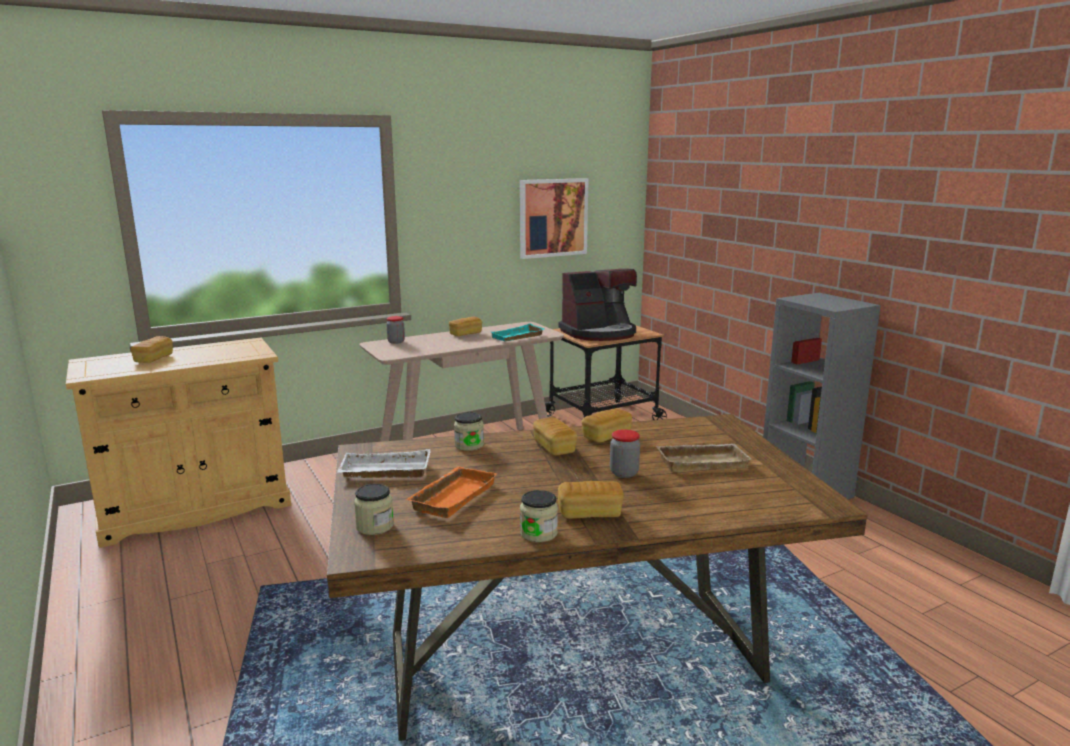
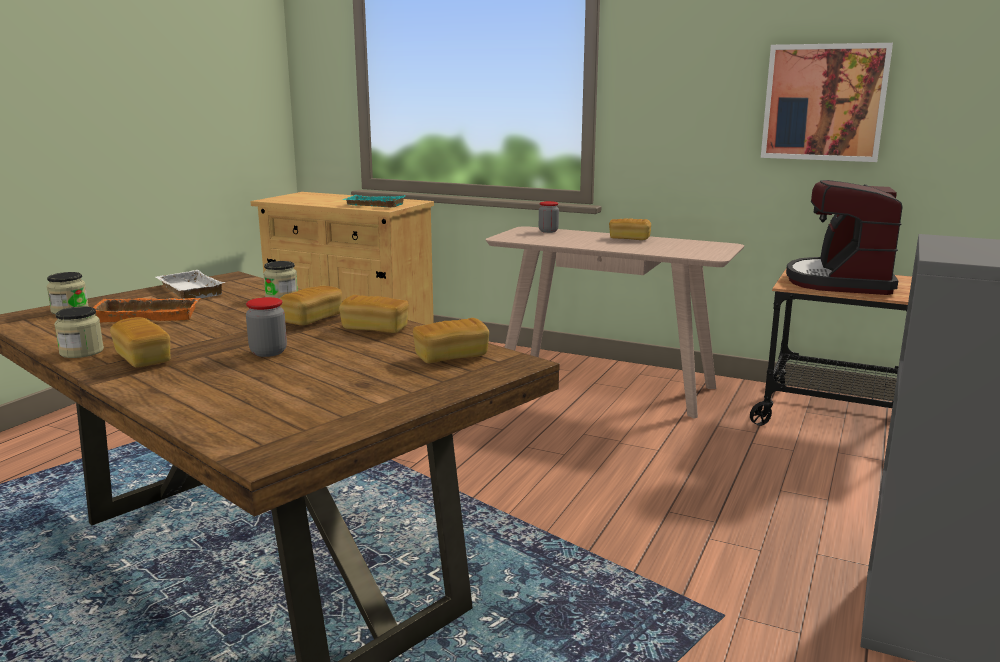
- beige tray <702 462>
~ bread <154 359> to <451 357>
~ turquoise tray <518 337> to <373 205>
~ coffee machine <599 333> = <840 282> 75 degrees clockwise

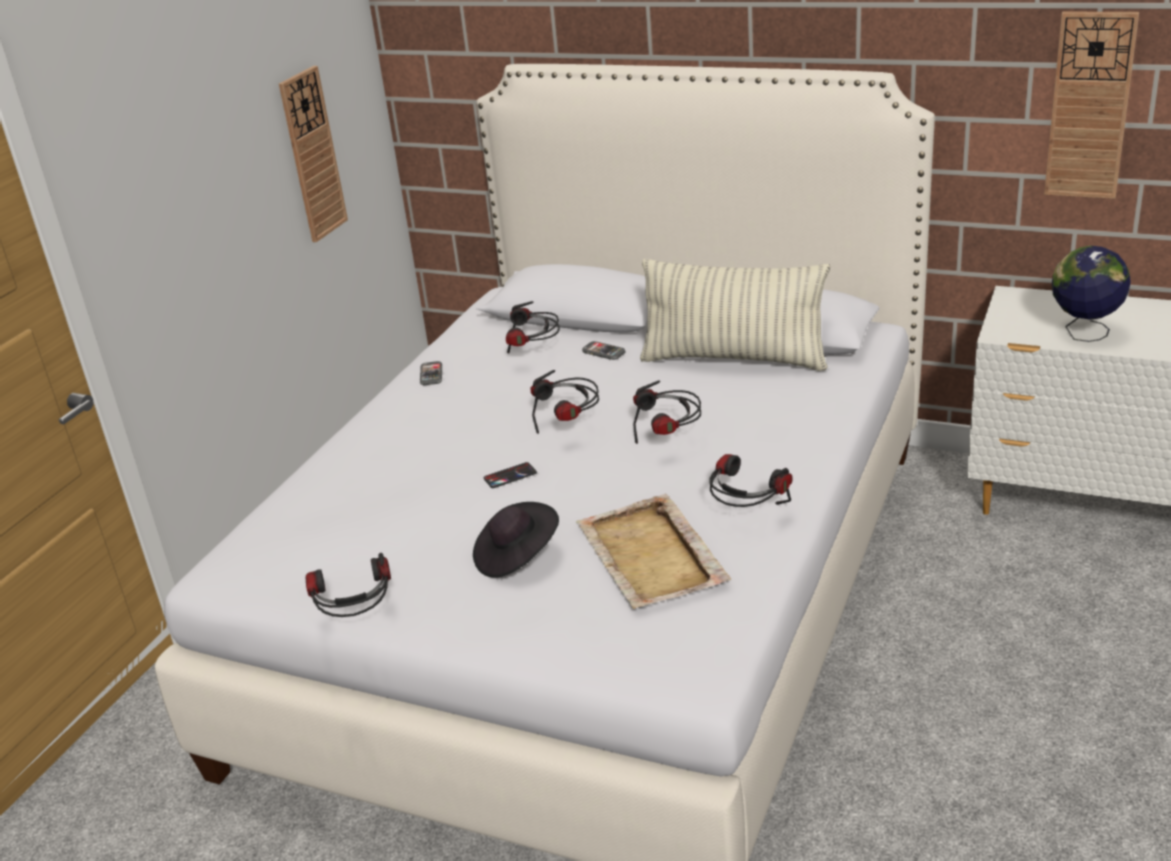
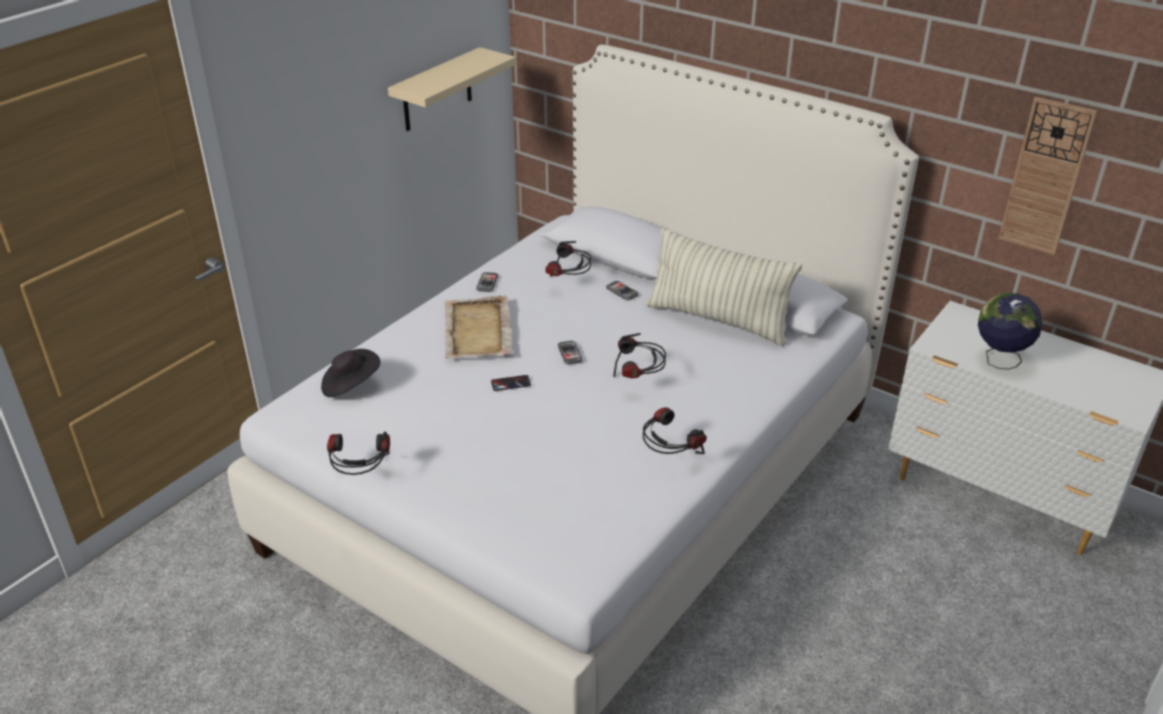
~ black hat <516 557> to <350 385>
~ beige tray <651 557> to <477 331>
~ wall clock <312 155> to beige shelf <437 90>
~ headphones <570 429> to phone <570 353>

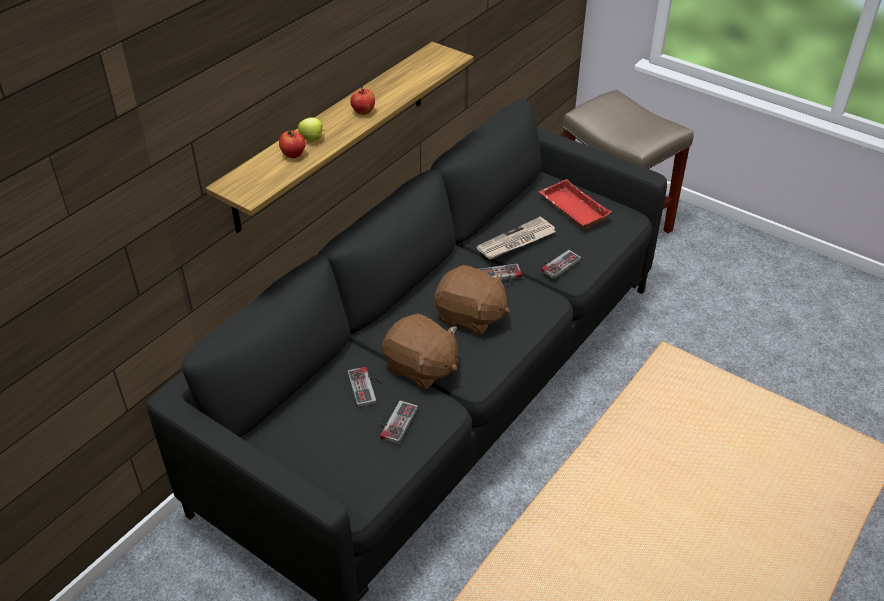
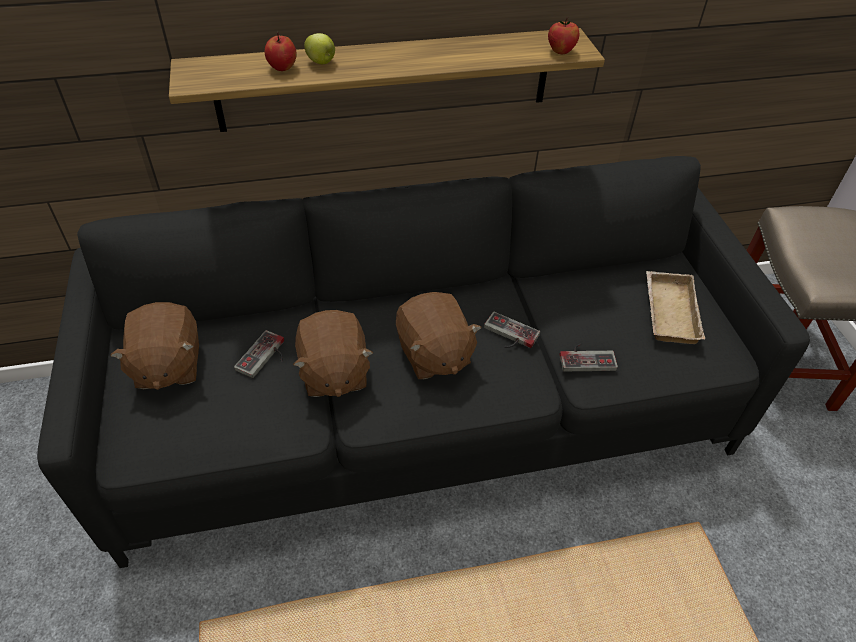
- game controller <393 421>
- newspaper <516 241>
+ brown plush toy <167 365>
~ apple <363 112> to <560 51>
~ red tray <571 209> to beige tray <667 311>

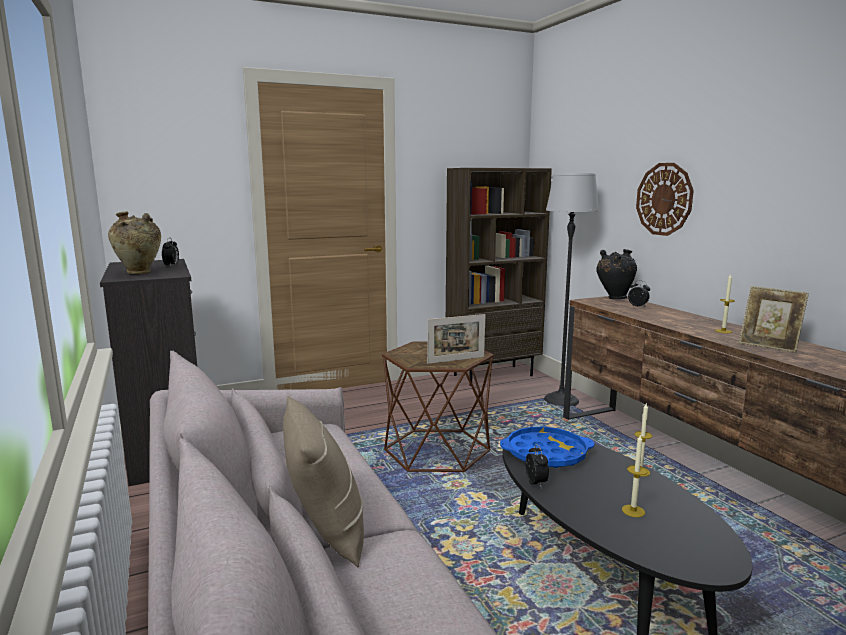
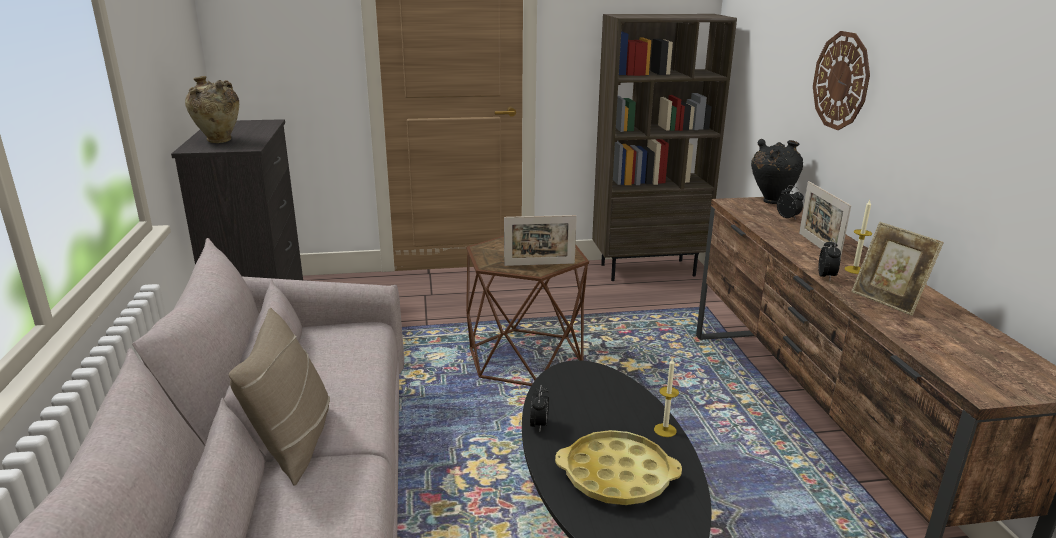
- blue tray <546 454>
- floor lamp <561 400>
+ picture frame <818 247>
~ alarm clock <171 265> to <826 277>
~ candle <633 511> to yellow tray <617 475>

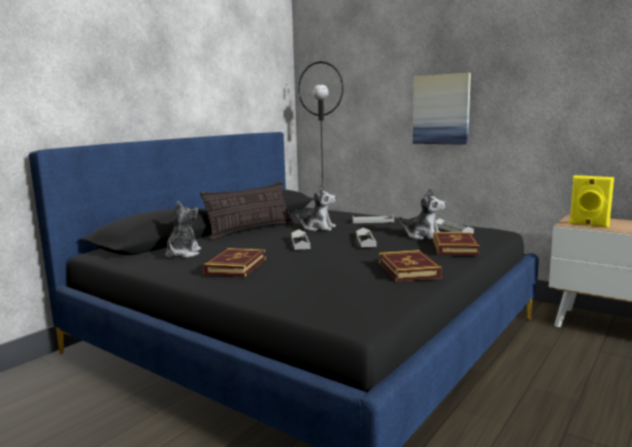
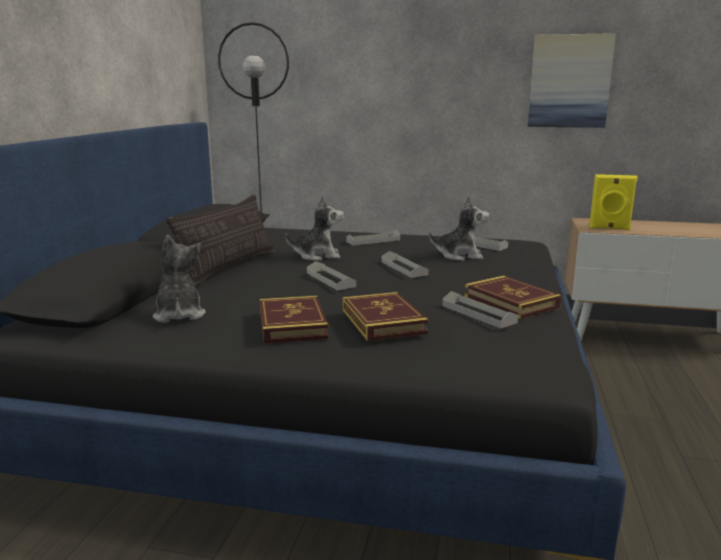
+ grey tray <478 314>
~ picture <441 109> to <569 81>
~ book <455 247> to <383 321>

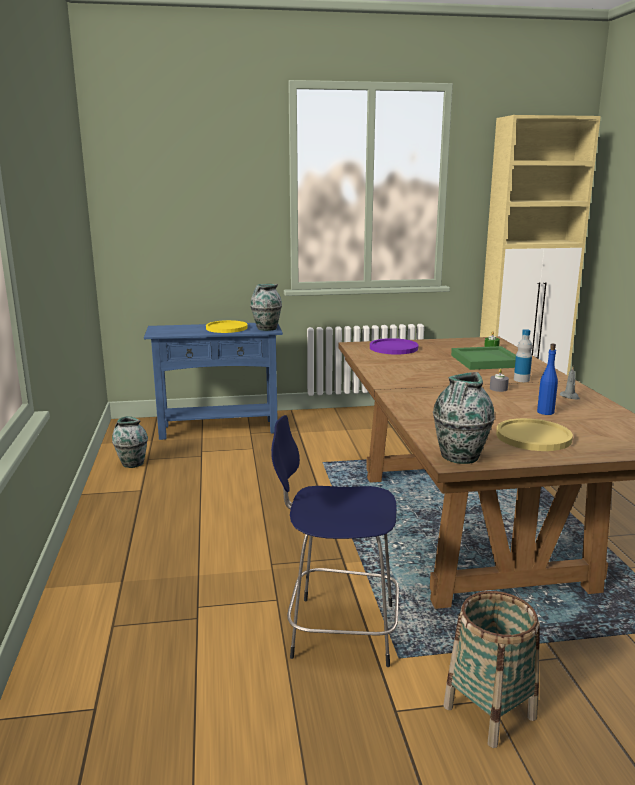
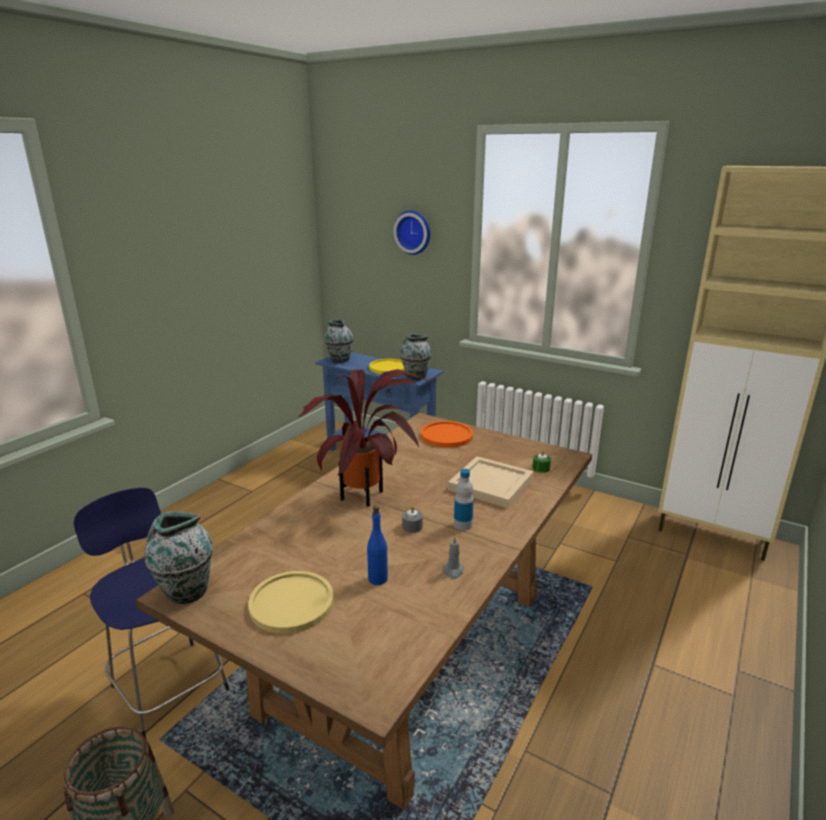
+ potted plant <364 497>
+ wall clock <413 232>
~ vase <132 463> to <340 360>
~ purple plate <393 348> to orange plate <446 435>
~ green tray <487 361> to beige tray <491 485>

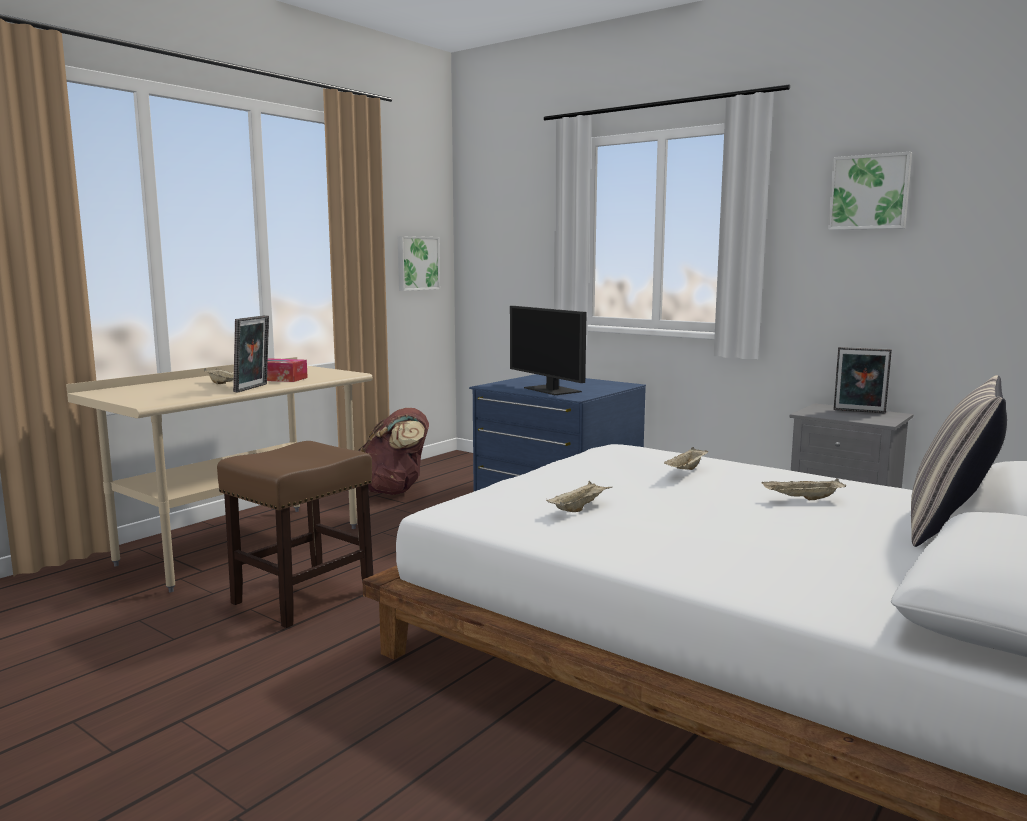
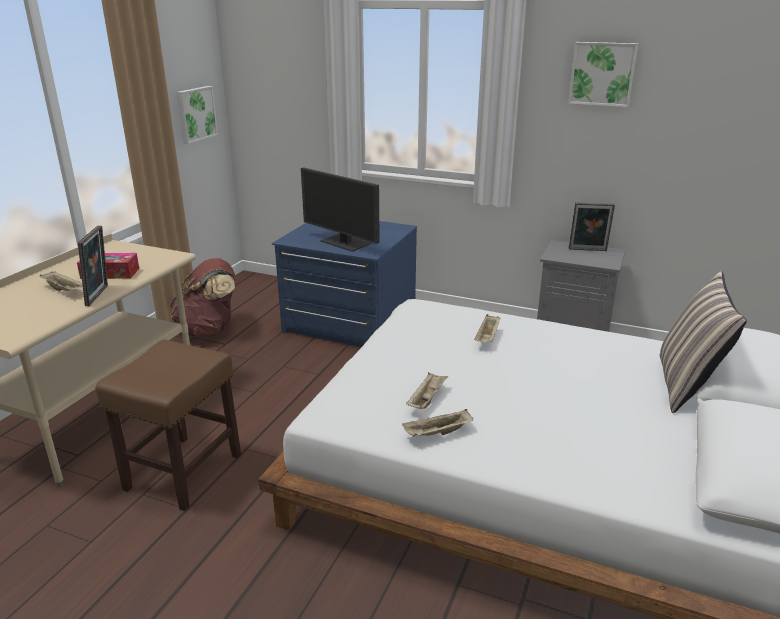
~ beige tray <802 499> to <437 434>

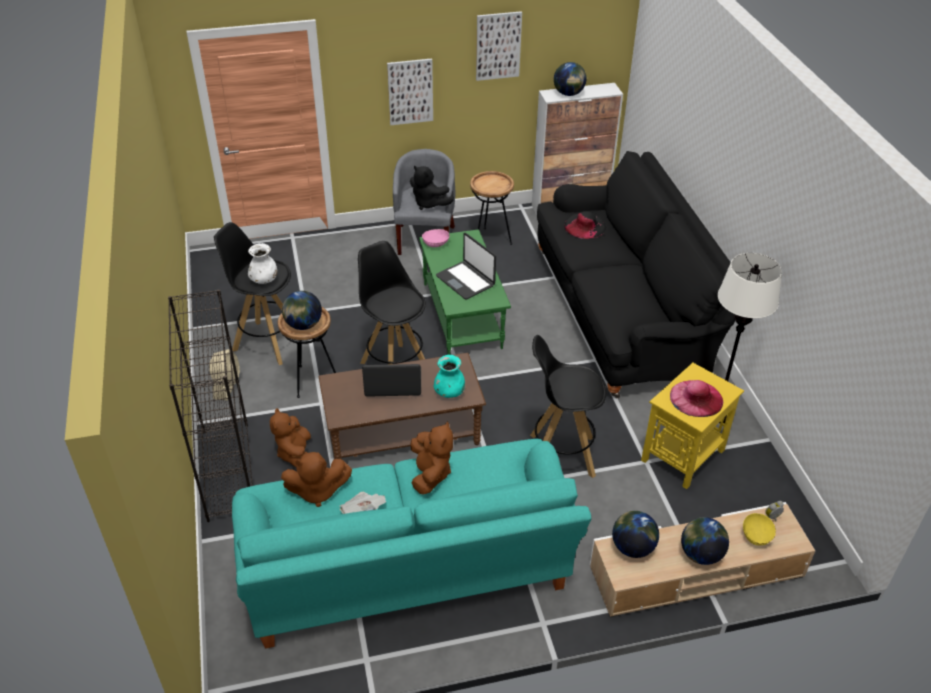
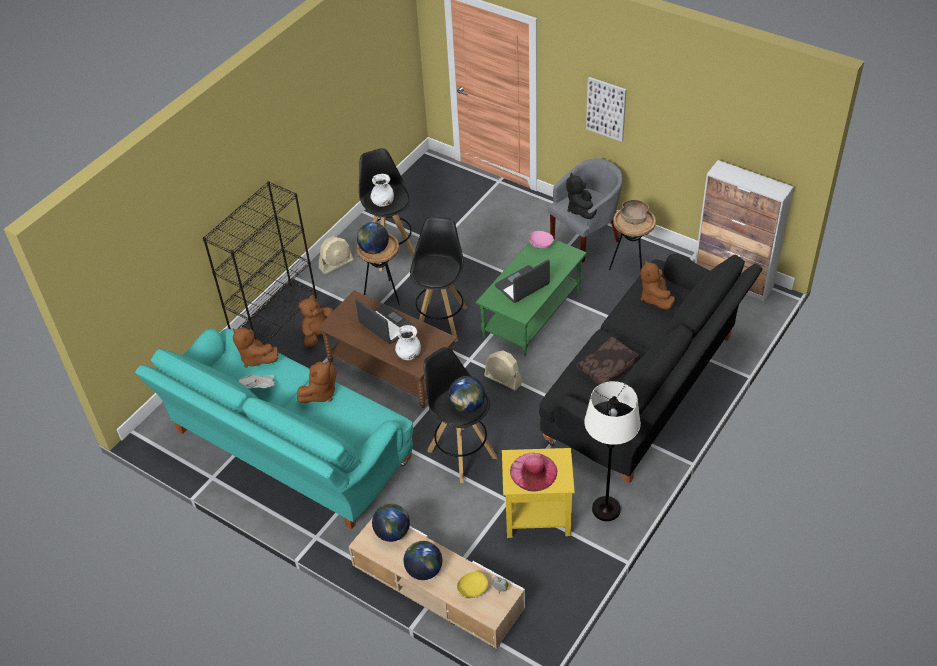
- picture <498 46>
+ beige fan <503 379>
+ brown pillow <608 368>
+ brown bowl <633 219>
~ globe <568 94> to <467 406>
~ black hat <585 226> to brown plush toy <655 298>
~ turquoise vase <449 392> to white vase <409 354>
~ laptop <466 280> = <522 285> 45 degrees clockwise

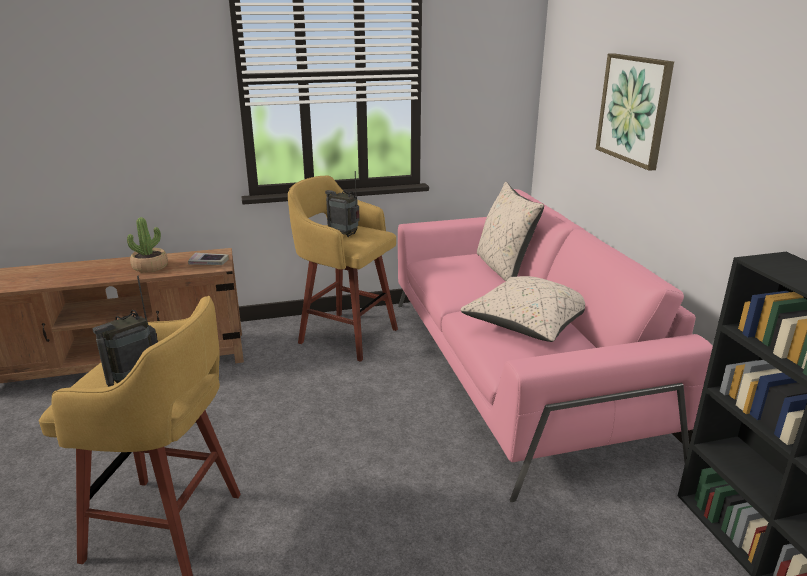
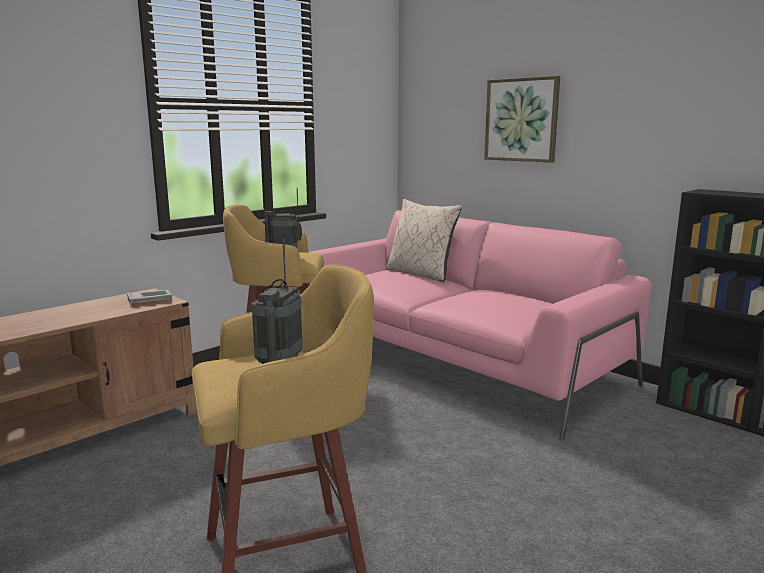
- potted plant <150 267>
- beige pillow <527 325>

